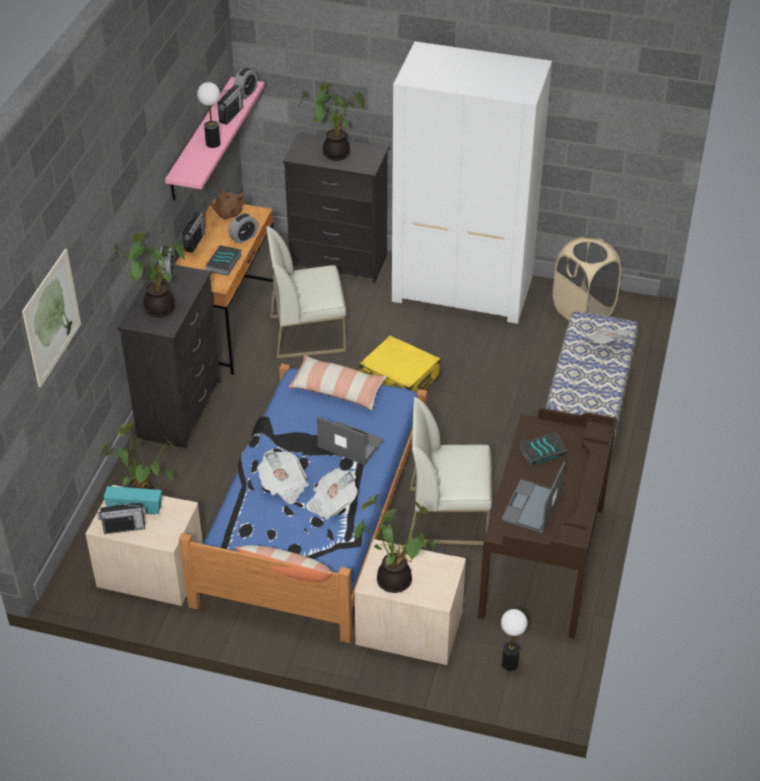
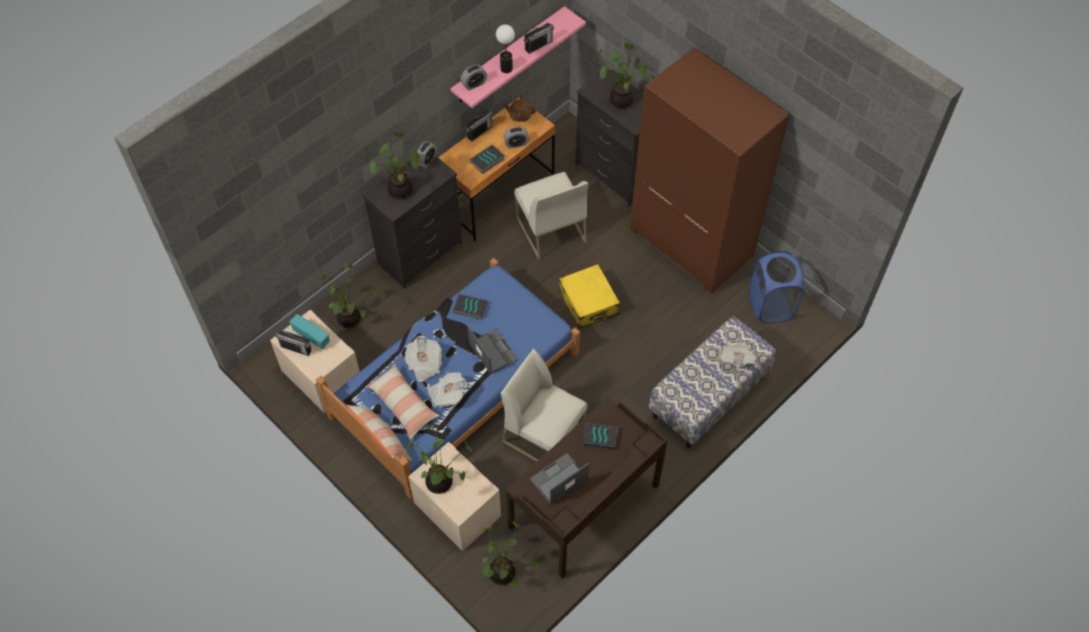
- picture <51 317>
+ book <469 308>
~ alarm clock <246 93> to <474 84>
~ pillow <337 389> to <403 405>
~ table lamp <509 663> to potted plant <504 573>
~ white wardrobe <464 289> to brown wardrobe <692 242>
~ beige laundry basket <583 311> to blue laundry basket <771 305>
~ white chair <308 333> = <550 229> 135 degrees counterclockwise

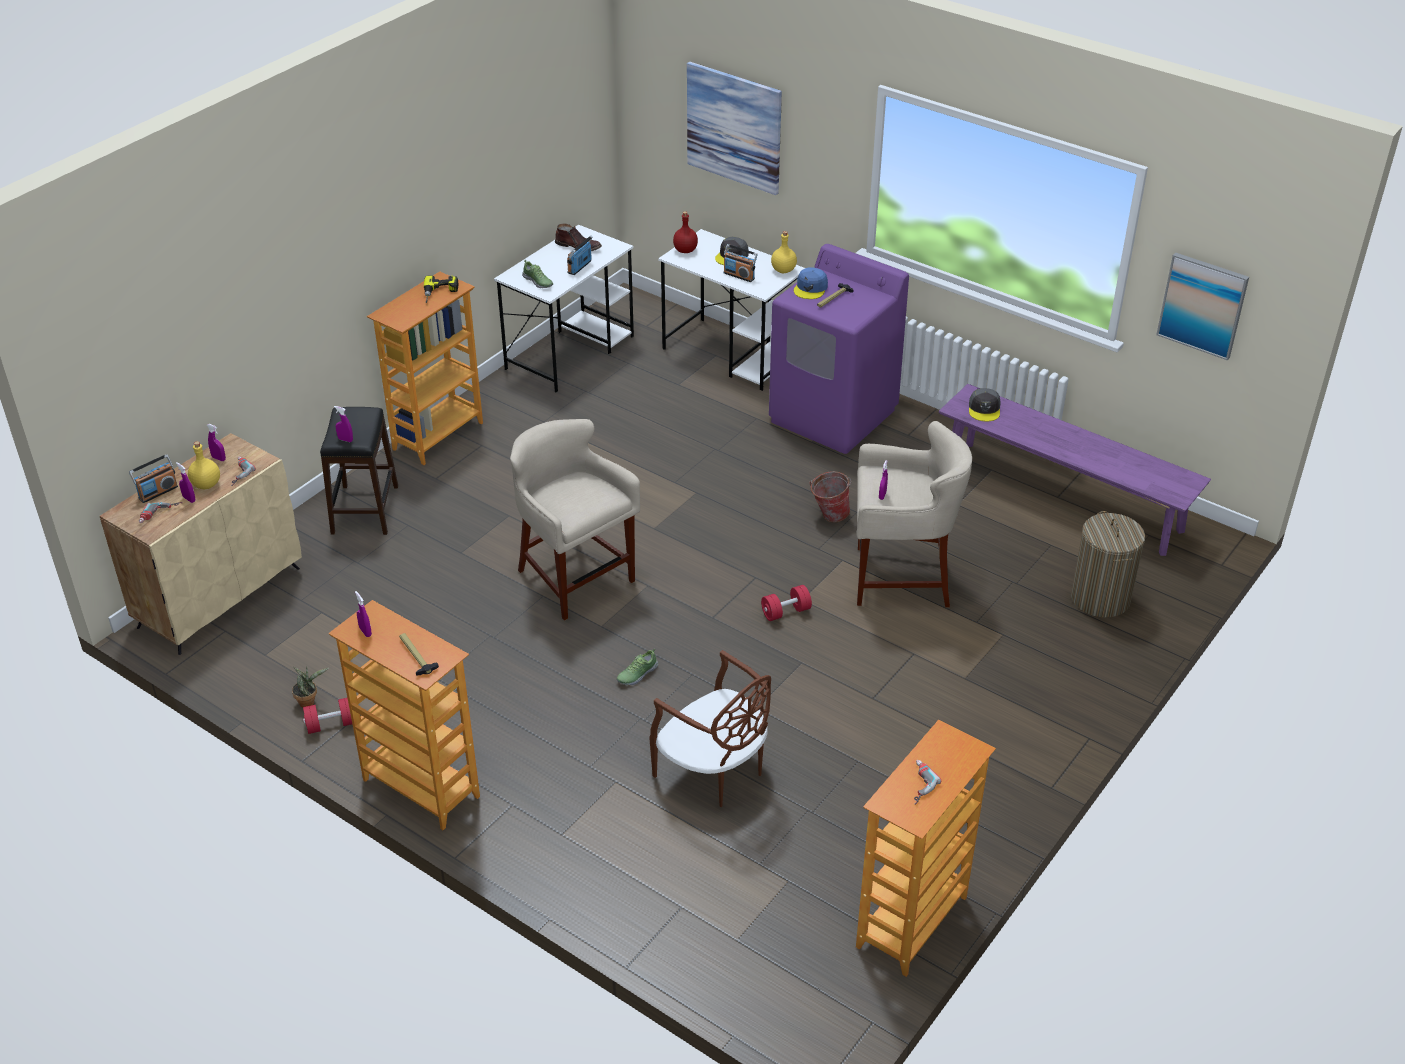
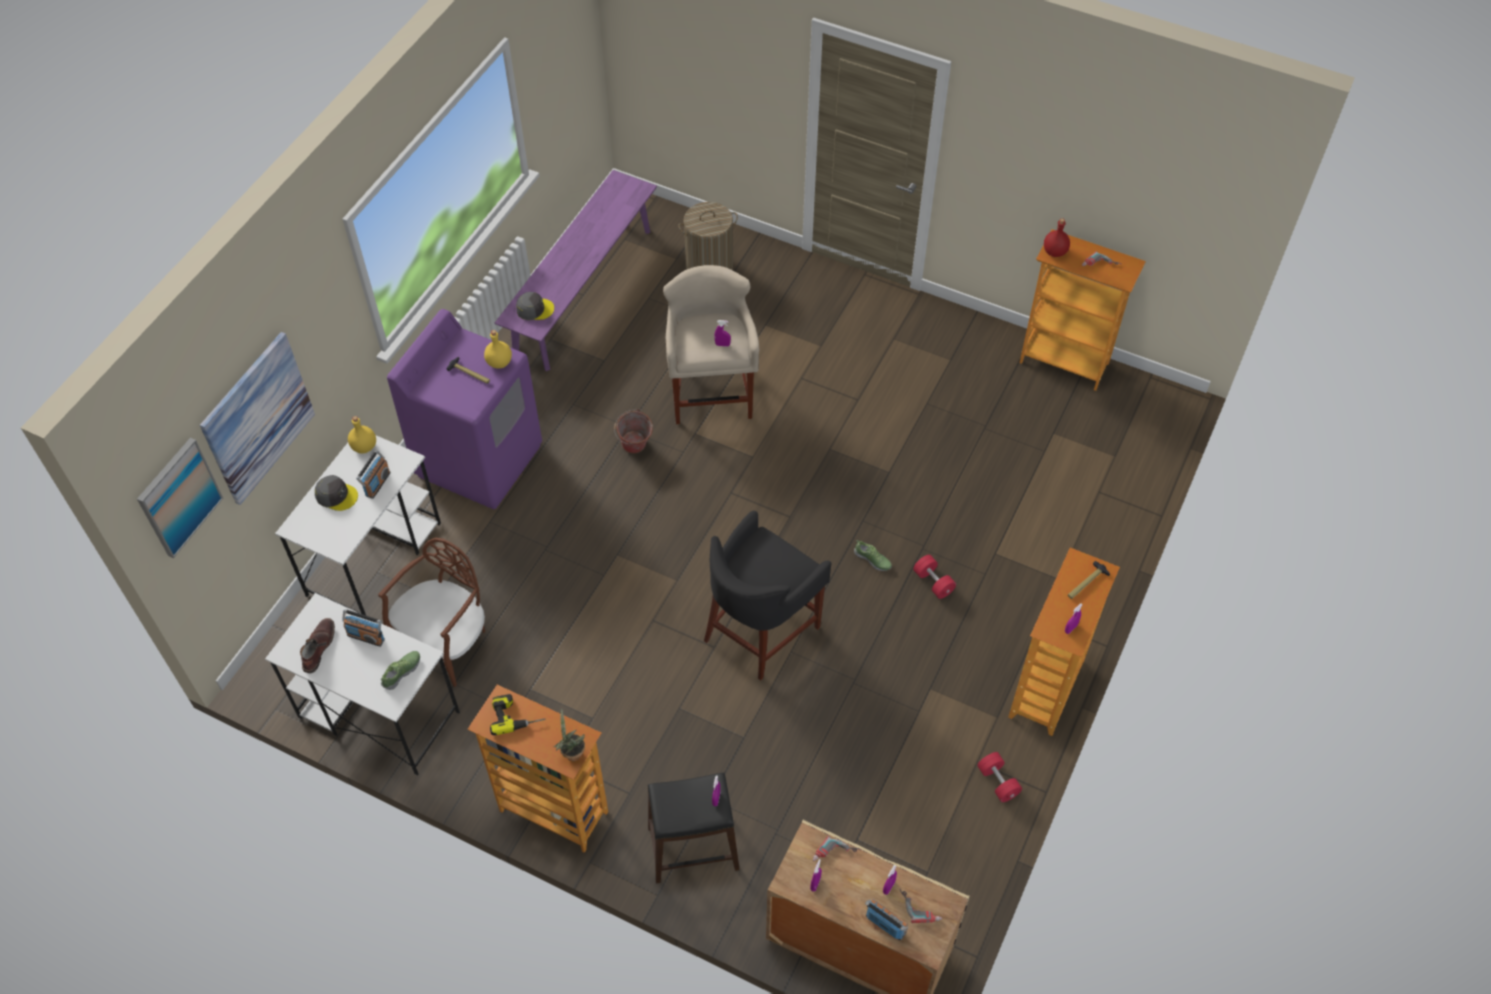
- blue cap <811 288>
~ yellow bottle <206 485> to <500 362>
~ potted plant <309 701> to <572 752>
~ brown chair <714 771> to <446 642>
~ red bottle <685 250> to <1054 252>
~ red dumbbell <786 612> to <933 582>
~ picture <1202 305> to <179 497>
~ beige stool <574 578> to black stool <761 631>

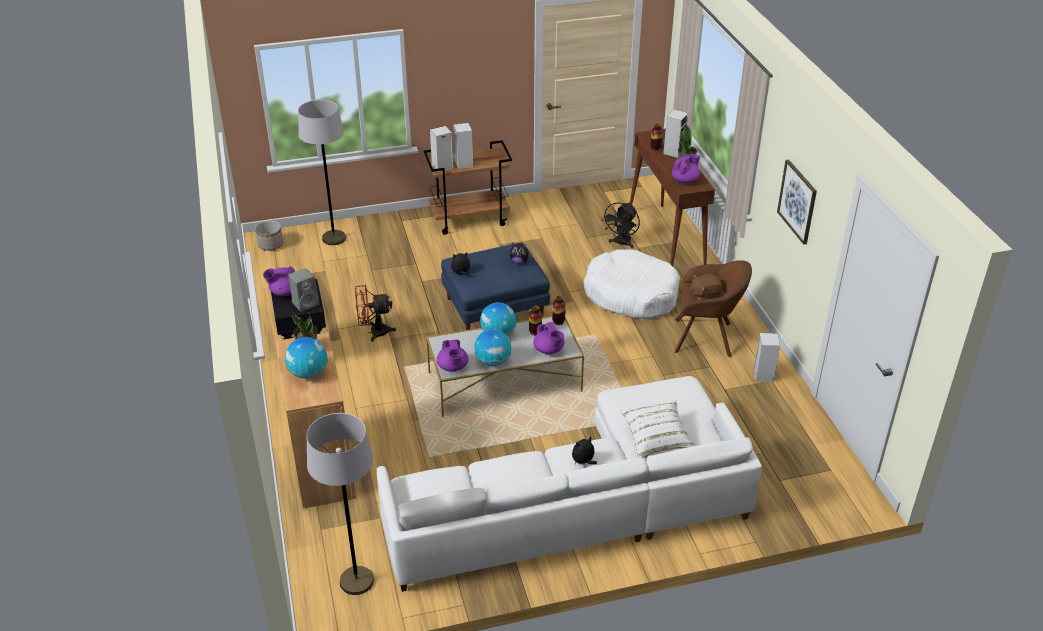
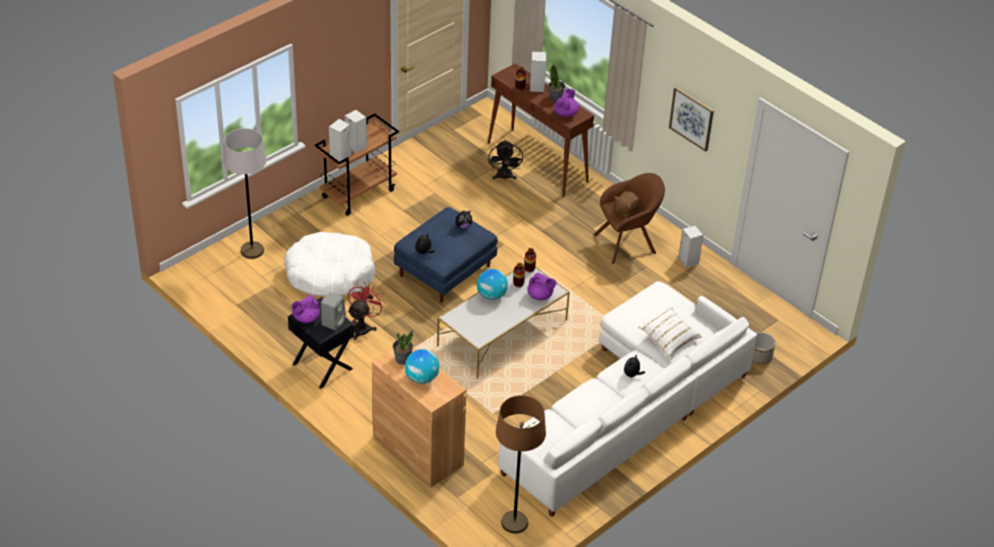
- purple teapot <453 367>
- globe <493 361>
~ planter <270 245> to <759 356>
~ white dog bed <631 295> to <330 274>
~ grey floor lamp <356 581> to brown floor lamp <514 522>
~ red fan <374 332> = <363 327> 150 degrees clockwise

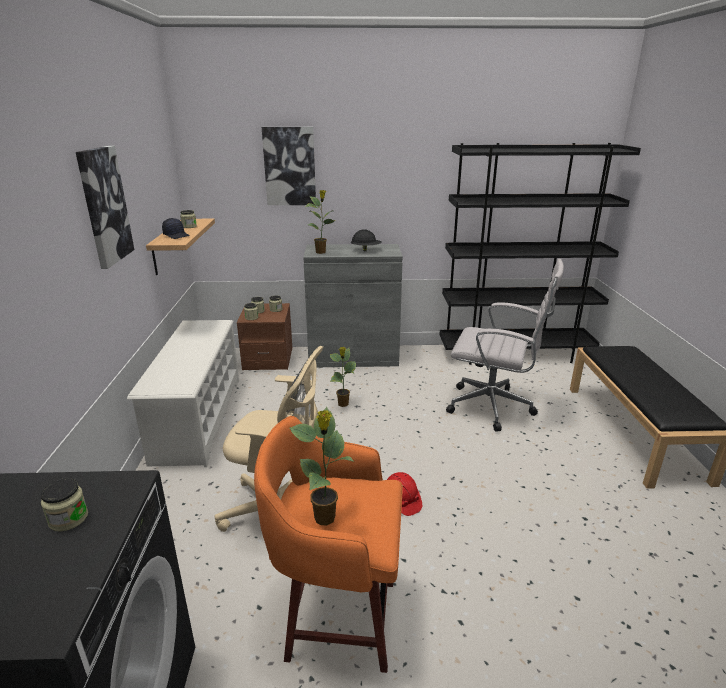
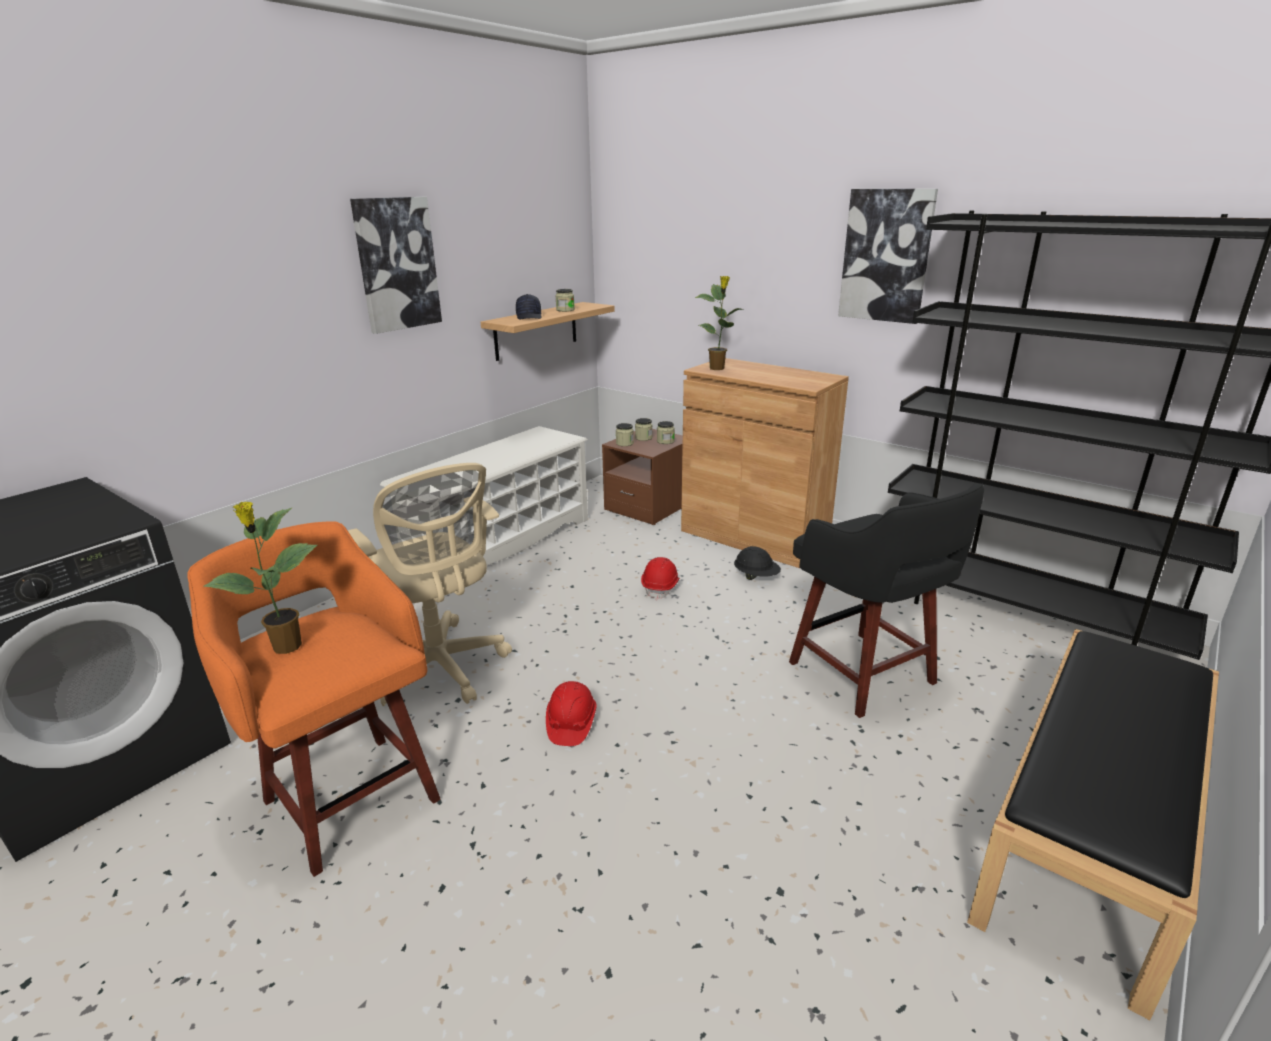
- jar <68 519>
~ picture <289 166> to <886 256>
~ black hard hat <366 250> to <756 577>
~ potted plant <343 404> to red hard hat <661 587>
~ white office chair <494 407> to black stool <865 675>
~ grey cabinet <353 356> to brown cabinet <754 536>

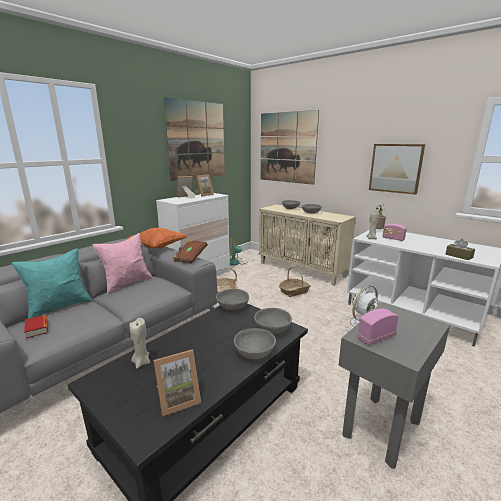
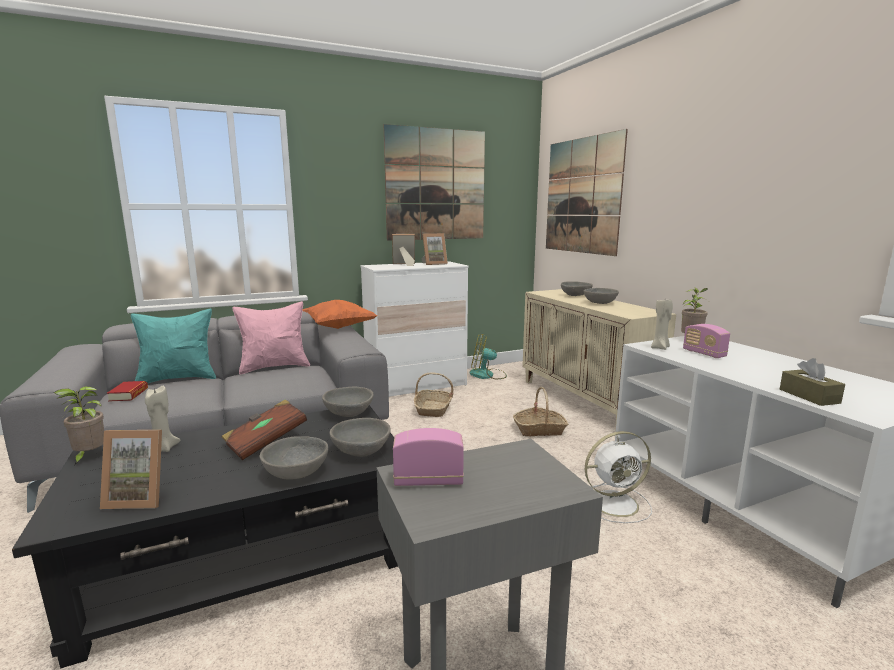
- picture <395 168>
+ potted plant <88 457>
~ brown book <190 258> to <265 442>

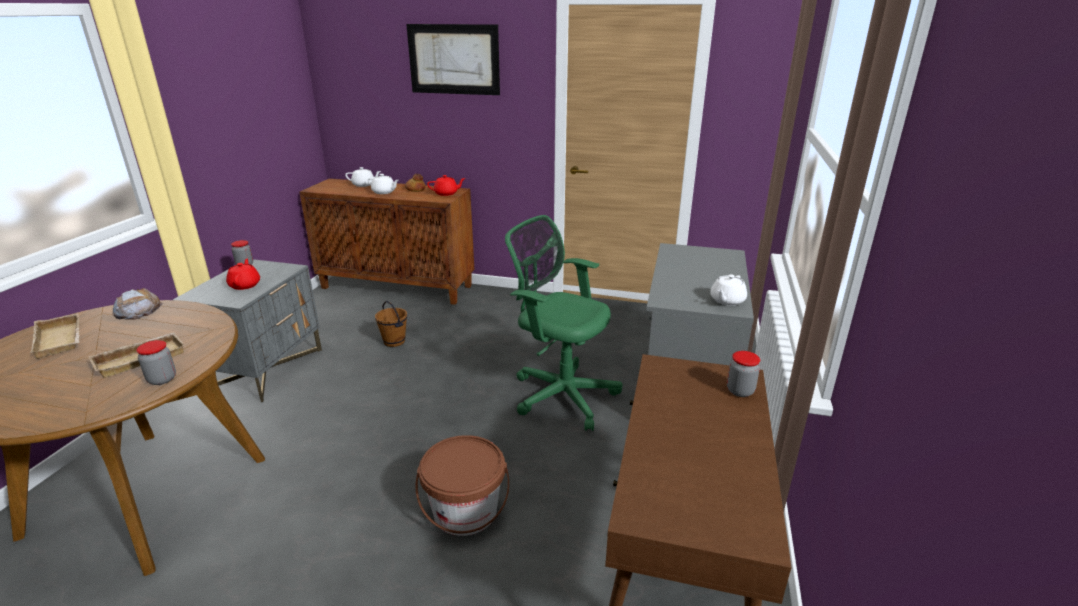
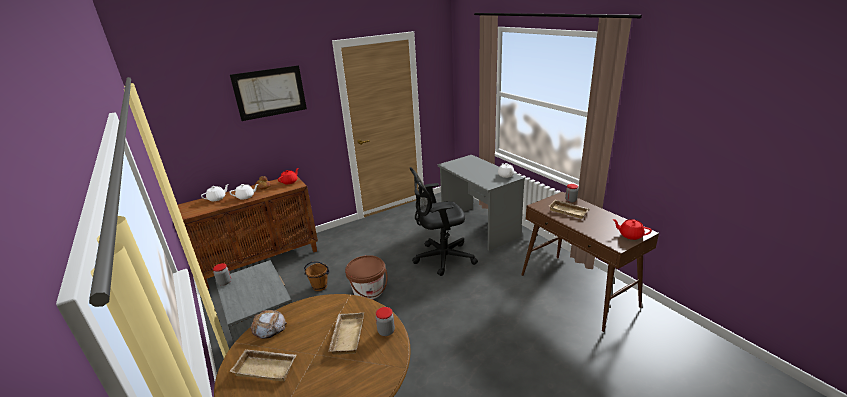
+ beige tray <569 211>
~ red teapot <245 285> to <630 235>
~ brown bucket <465 511> to <368 291>
~ green office chair <560 394> to black office chair <441 258>

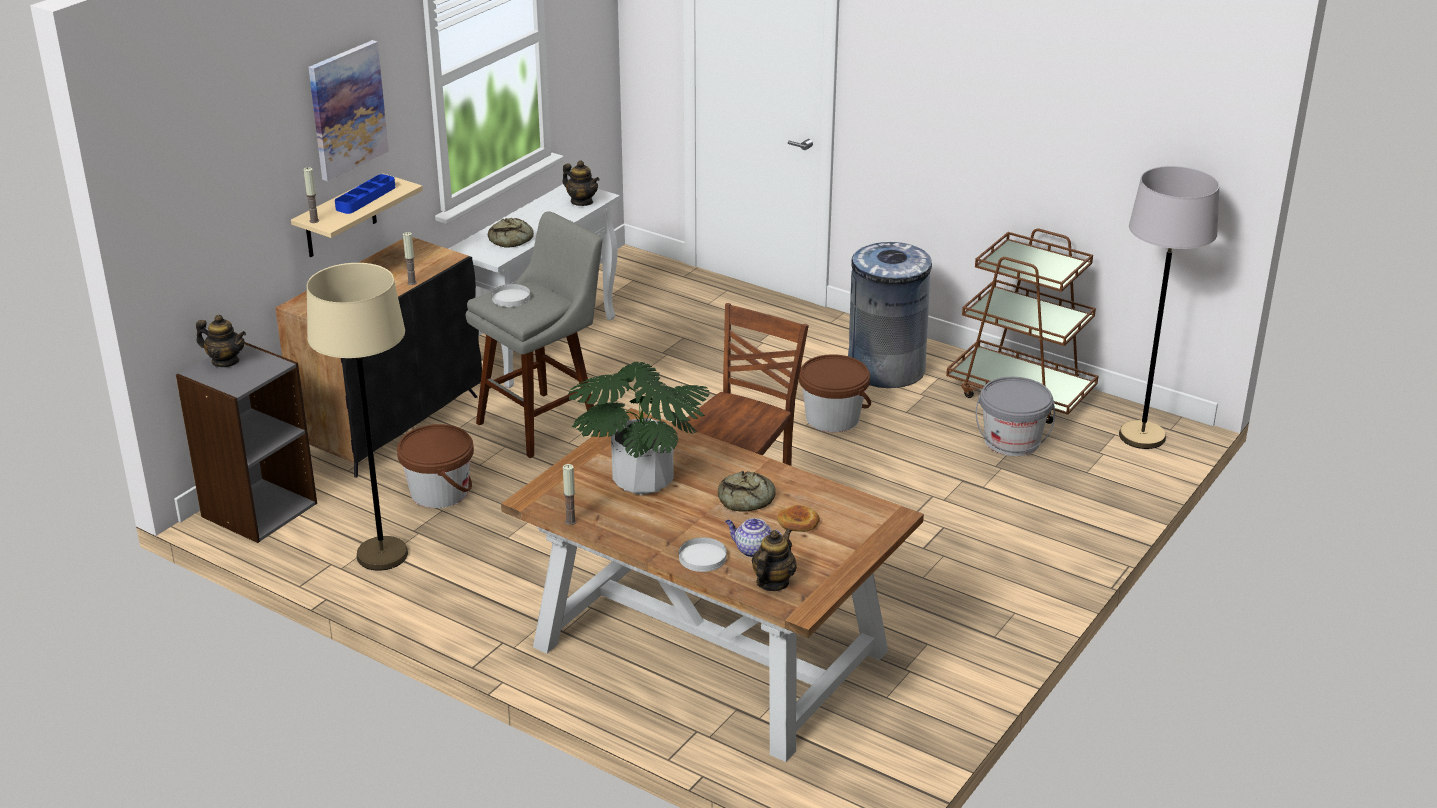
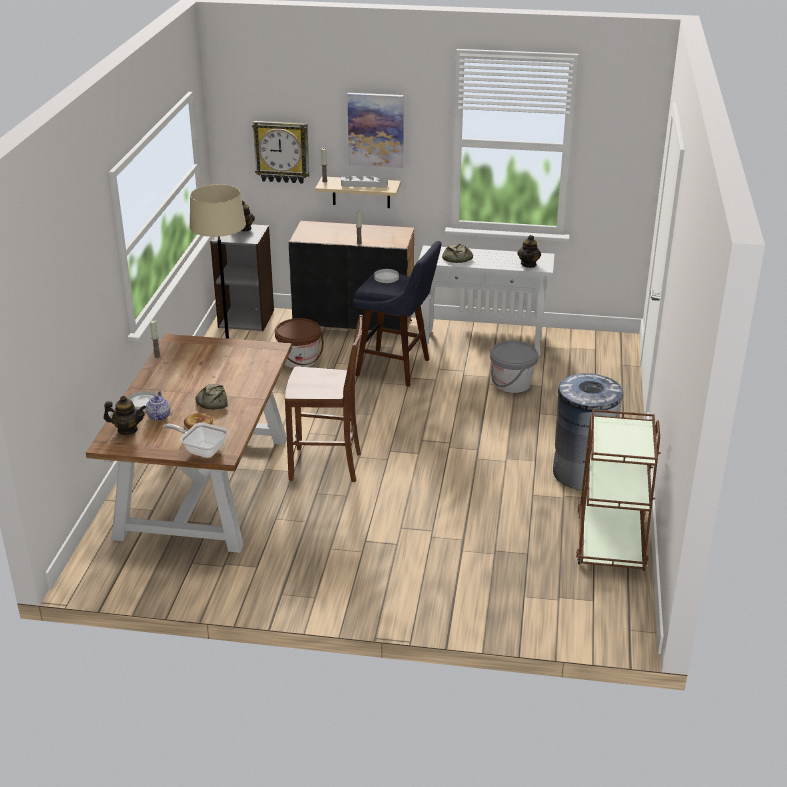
- potted plant <643 481>
- brown bucket <832 418>
- grey floor lamp <1142 436>
+ frying pan <201 450>
+ wall clock <282 151>
~ grey bucket <1012 442> to <512 383>
~ blue tray <365 198> to grey tray <364 184>
~ grey stool <543 421> to blue stool <397 368>

